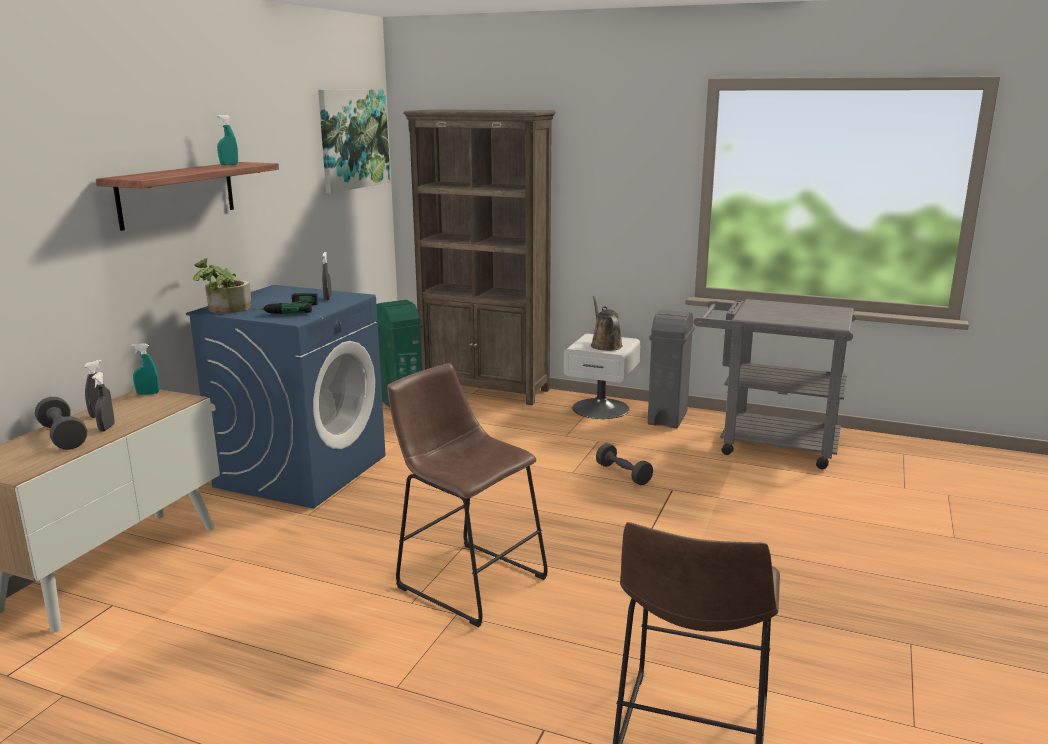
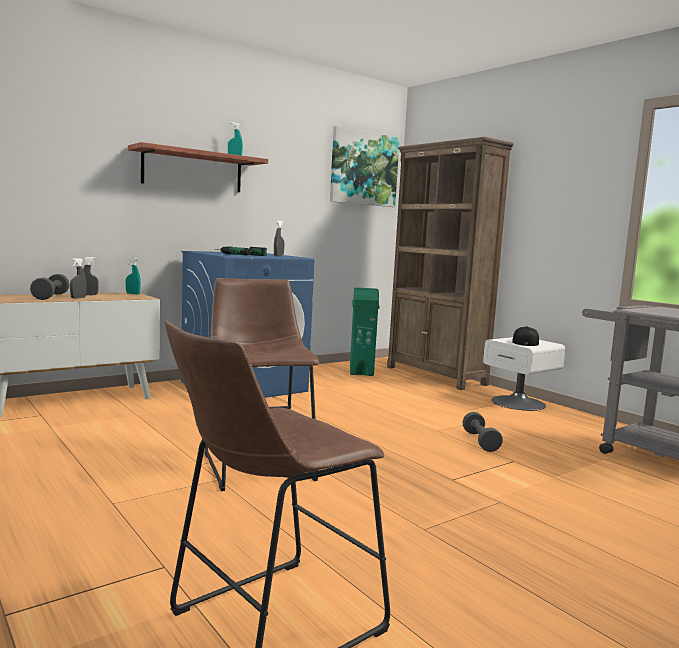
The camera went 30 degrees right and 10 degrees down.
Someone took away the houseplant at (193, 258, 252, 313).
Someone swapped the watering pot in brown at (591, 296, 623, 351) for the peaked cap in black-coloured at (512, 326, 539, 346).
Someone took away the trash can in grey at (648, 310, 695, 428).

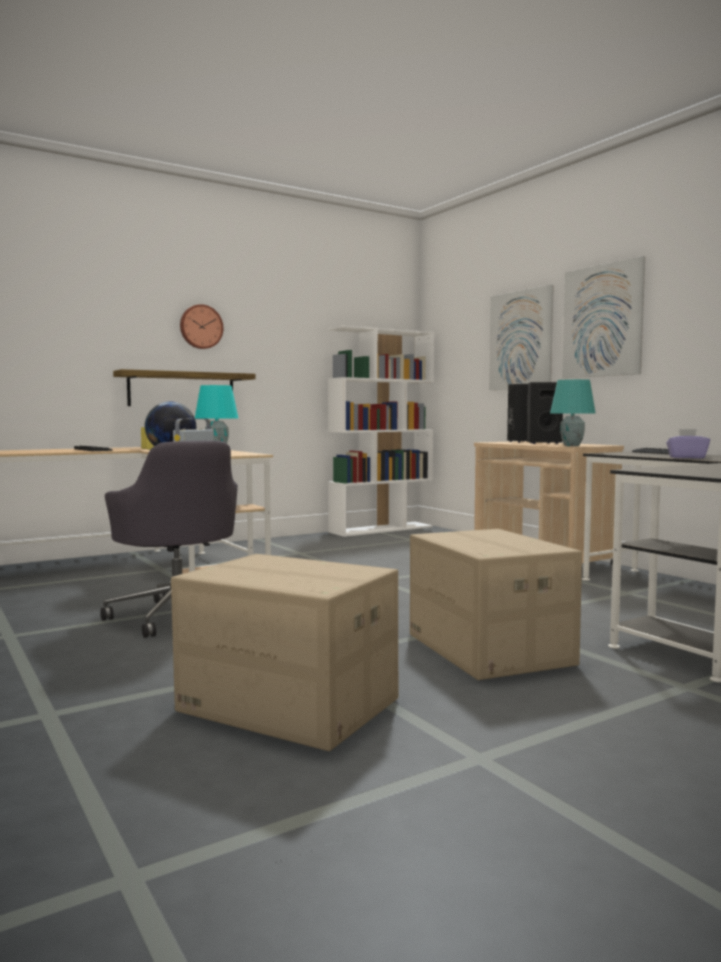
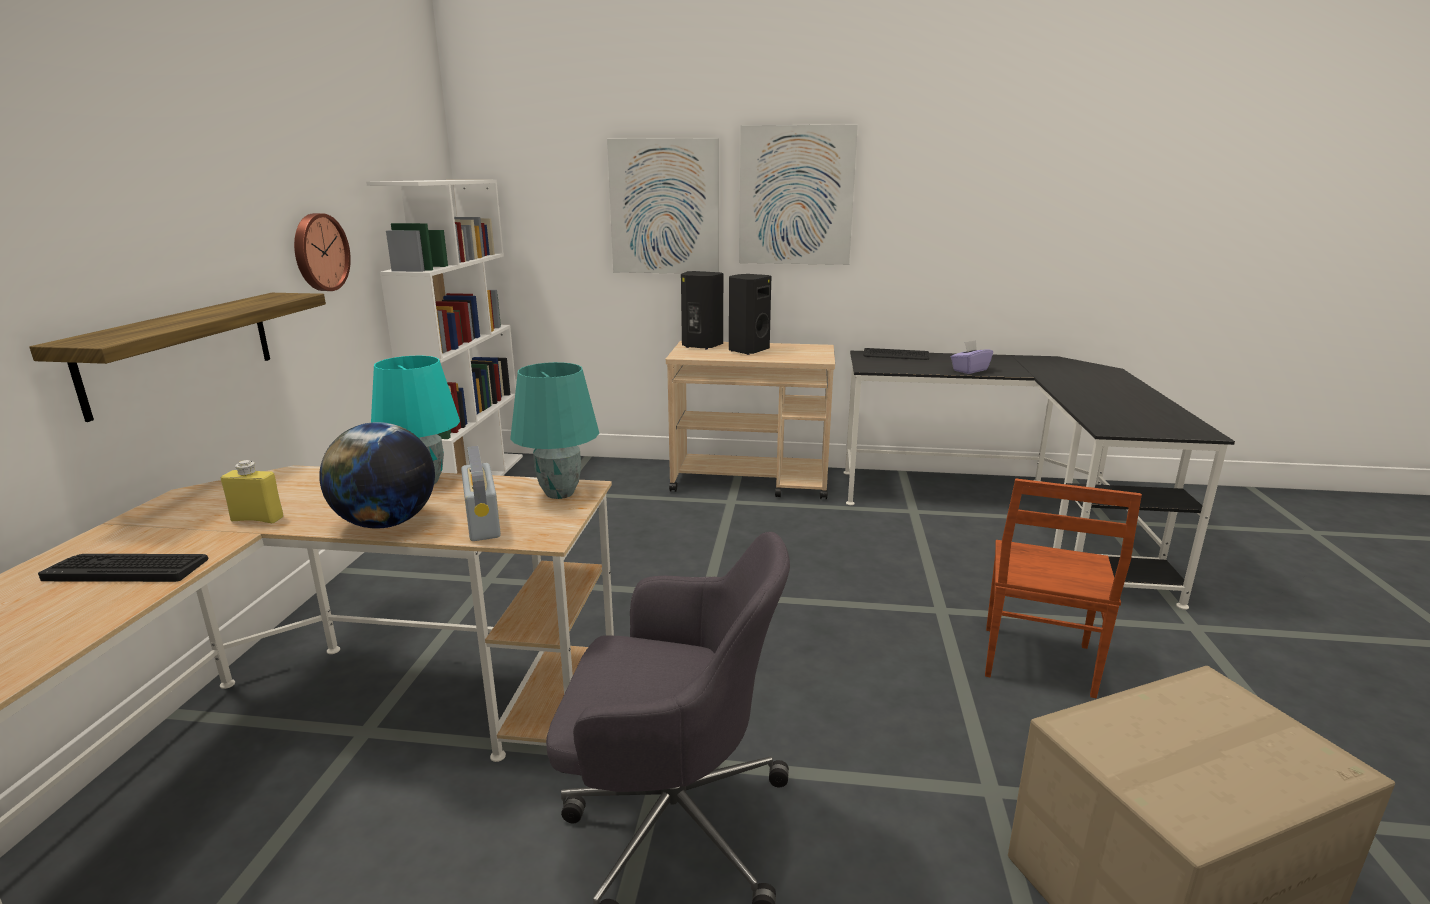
The camera went 50 degrees left and 15 degrees up.
Someone carried the wall clock from (180, 304, 223, 349) to (294, 213, 351, 291).
Someone carried the table lamp in blue-green from (550, 379, 596, 446) to (510, 362, 599, 499).
Someone swapped the packing box at (410, 529, 582, 680) for the chair in brown at (985, 479, 1142, 698).

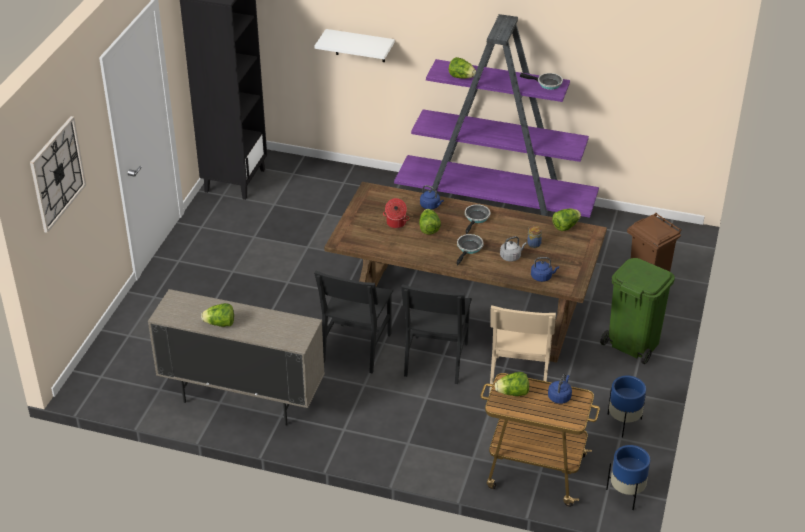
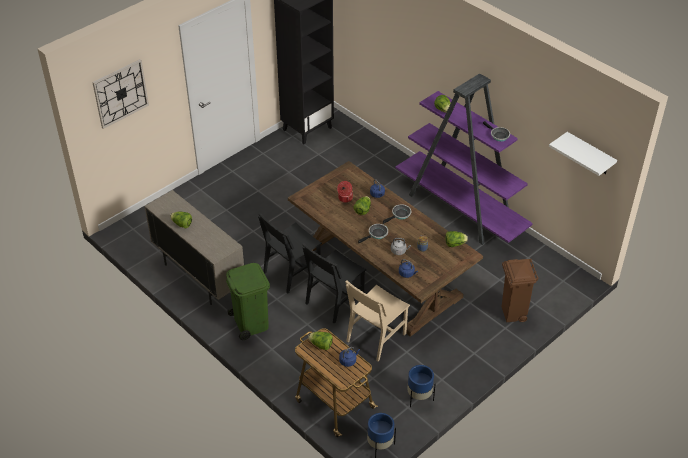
The camera went 30 degrees right and 5 degrees up.
Someone carried the bracket shelf in whitish from (315, 29, 395, 62) to (549, 132, 617, 176).
Someone carried the trash can in green-coloured from (600, 258, 675, 364) to (226, 263, 270, 340).

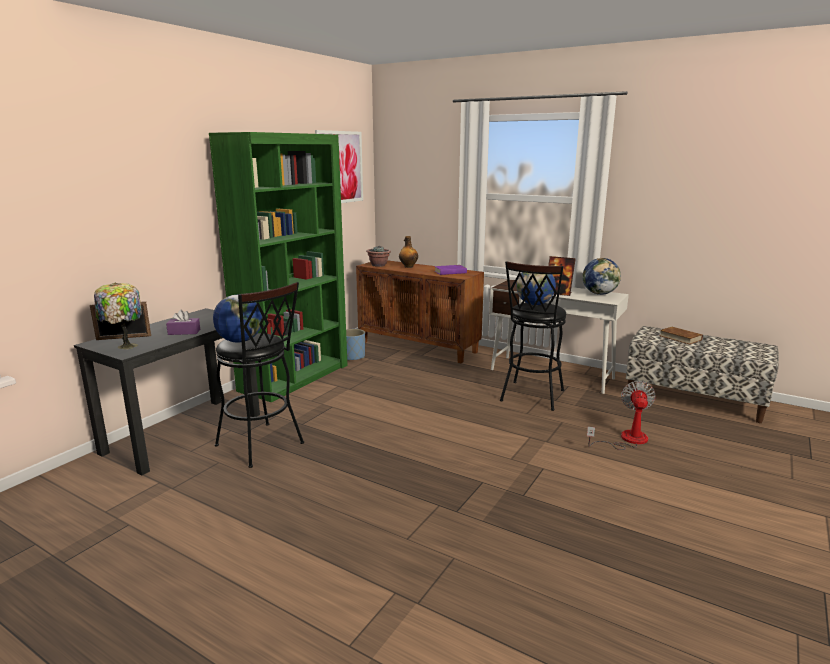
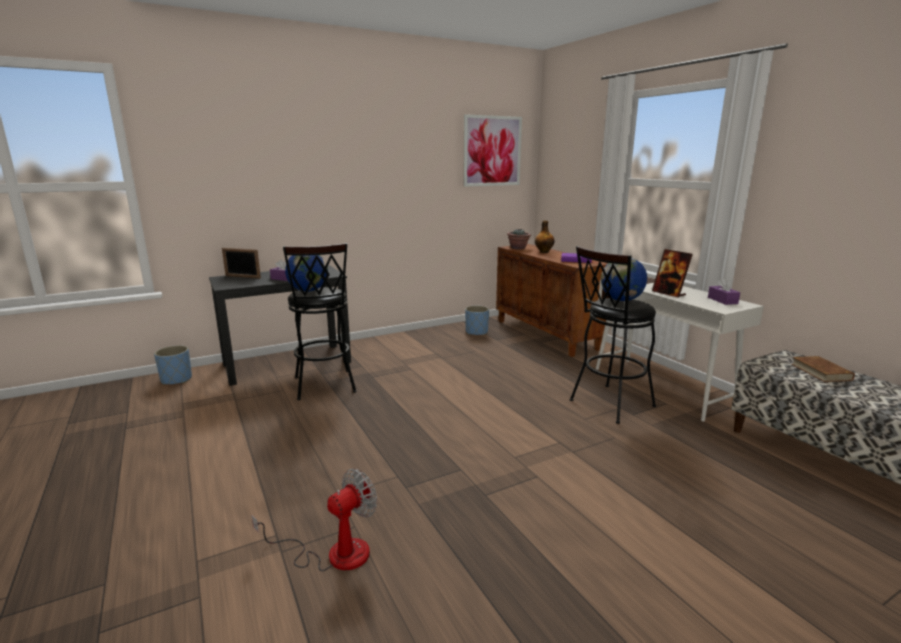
The camera went 30 degrees right and 0 degrees up.
Someone took away the bookcase in green-coloured at (209, 132, 348, 402).
Someone swapped the world globe at (582, 258, 621, 295) for the tissue holder in purple-coloured at (708, 278, 740, 305).
Someone took away the table lamp at (94, 283, 142, 350).
Someone carried the electric fan from (587, 381, 656, 450) to (252, 469, 378, 571).
Someone put down the planter in blue at (154, 345, 192, 385).

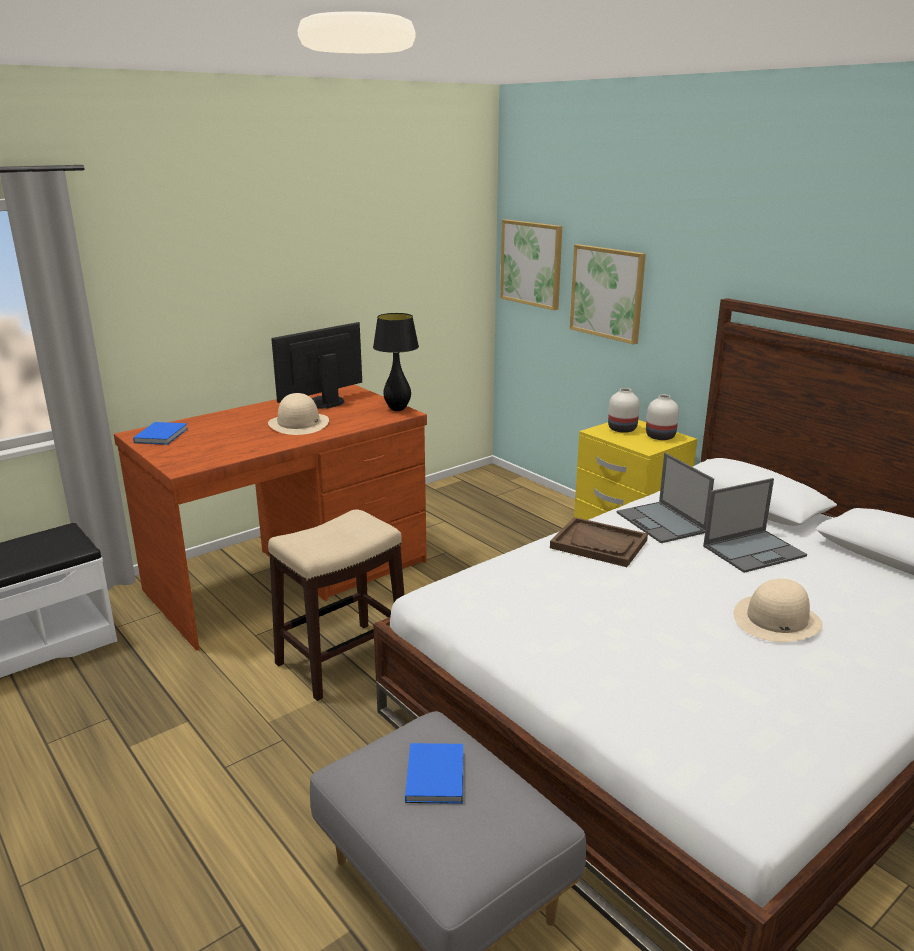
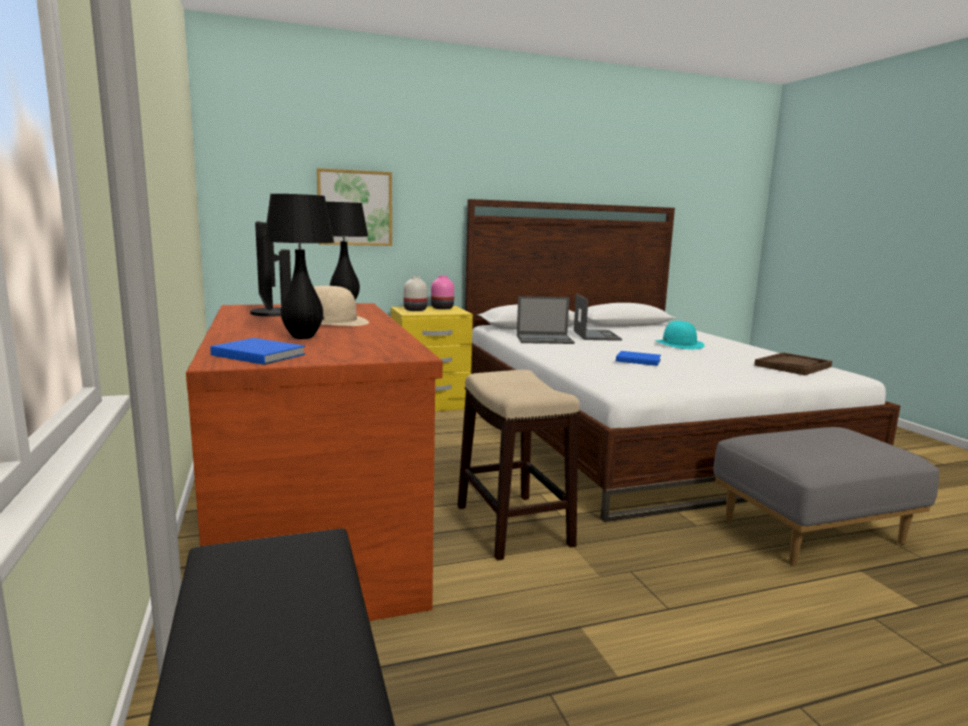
The camera went 70 degrees left and 10 degrees down.
Someone took away the wall art at (500, 219, 562, 310).
Someone repainted the decorative vase in whitish at (646, 395, 679, 440), which became the decorative vase in pink-coloured at (431, 276, 454, 309).
Someone carried the carrying tray in brown from (550, 517, 648, 567) to (754, 352, 832, 375).
Someone repainted the hat in beige at (734, 579, 823, 642), which became the hat in blue-green at (655, 321, 705, 349).
Someone carried the bound book in blue from (405, 743, 463, 804) to (616, 351, 661, 366).
Someone put down the table lamp in black-coloured at (264, 194, 334, 339).

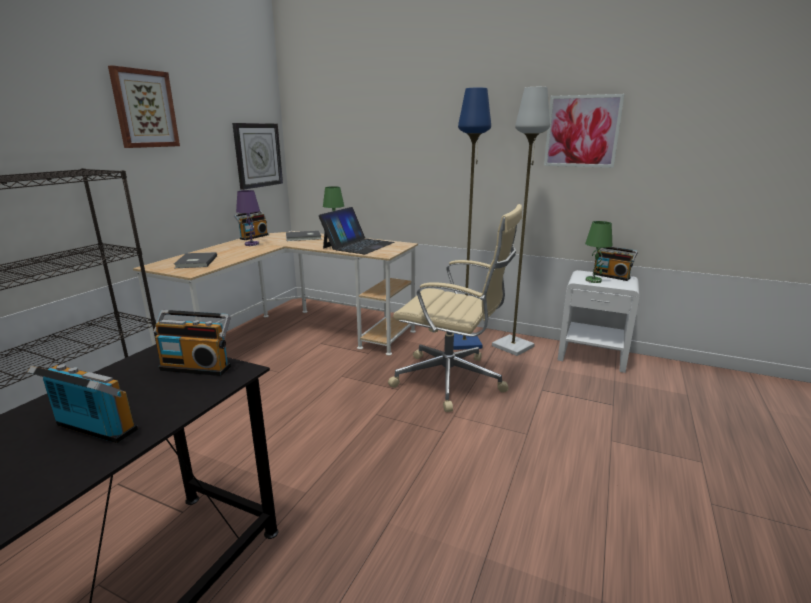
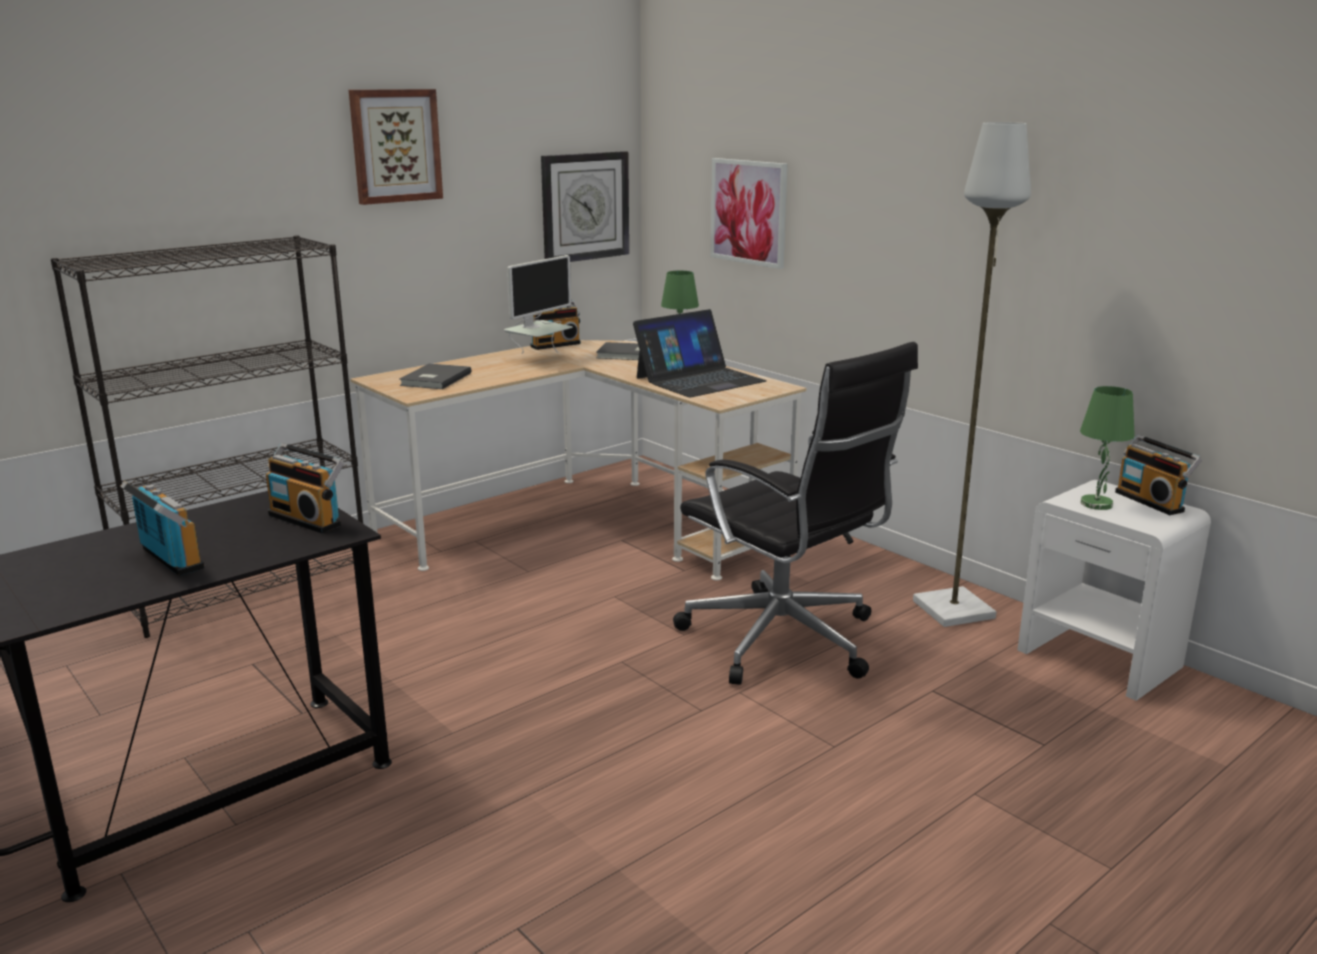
The camera went 25 degrees right and 0 degrees up.
Someone took away the floor lamp in blue at (453, 88, 491, 350).
Someone carried the wall art from (544, 94, 625, 168) to (710, 158, 788, 269).
Someone swapped the table lamp in purple-coloured at (236, 190, 260, 246) for the computer display at (504, 255, 573, 354).
Someone repainted the office chair in beige at (388, 204, 522, 412), which became the office chair in black-coloured at (673, 342, 918, 685).

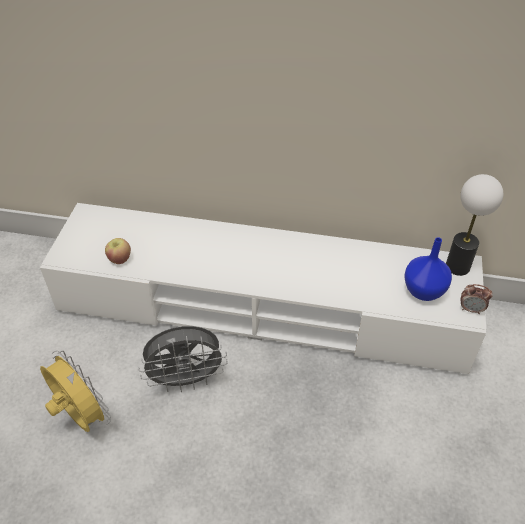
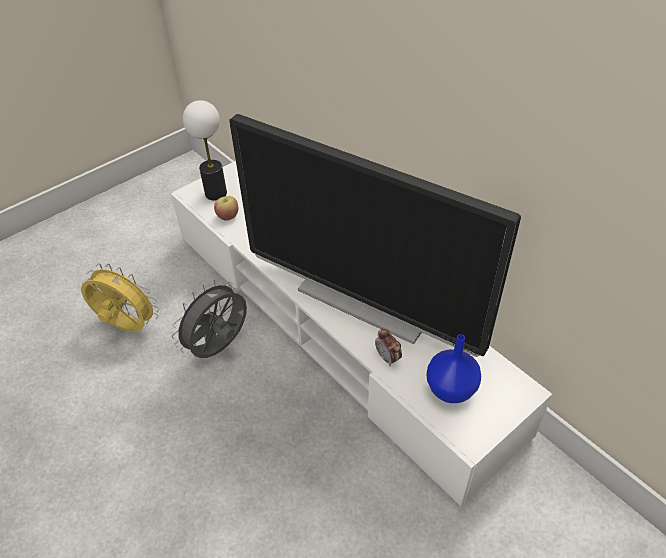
The camera went 40 degrees right and 0 degrees up.
Someone carried the table lamp from (446, 174, 503, 276) to (183, 100, 227, 201).
Someone carried the table clock from (461, 284, 493, 314) to (375, 328, 402, 366).
Someone rotated the electric fan in grey at (138, 326, 228, 392) by 105 degrees clockwise.
Someone rotated the electric fan in yellow at (40, 350, 111, 432) by 60 degrees counterclockwise.
Someone put down the television at (229, 114, 521, 357).

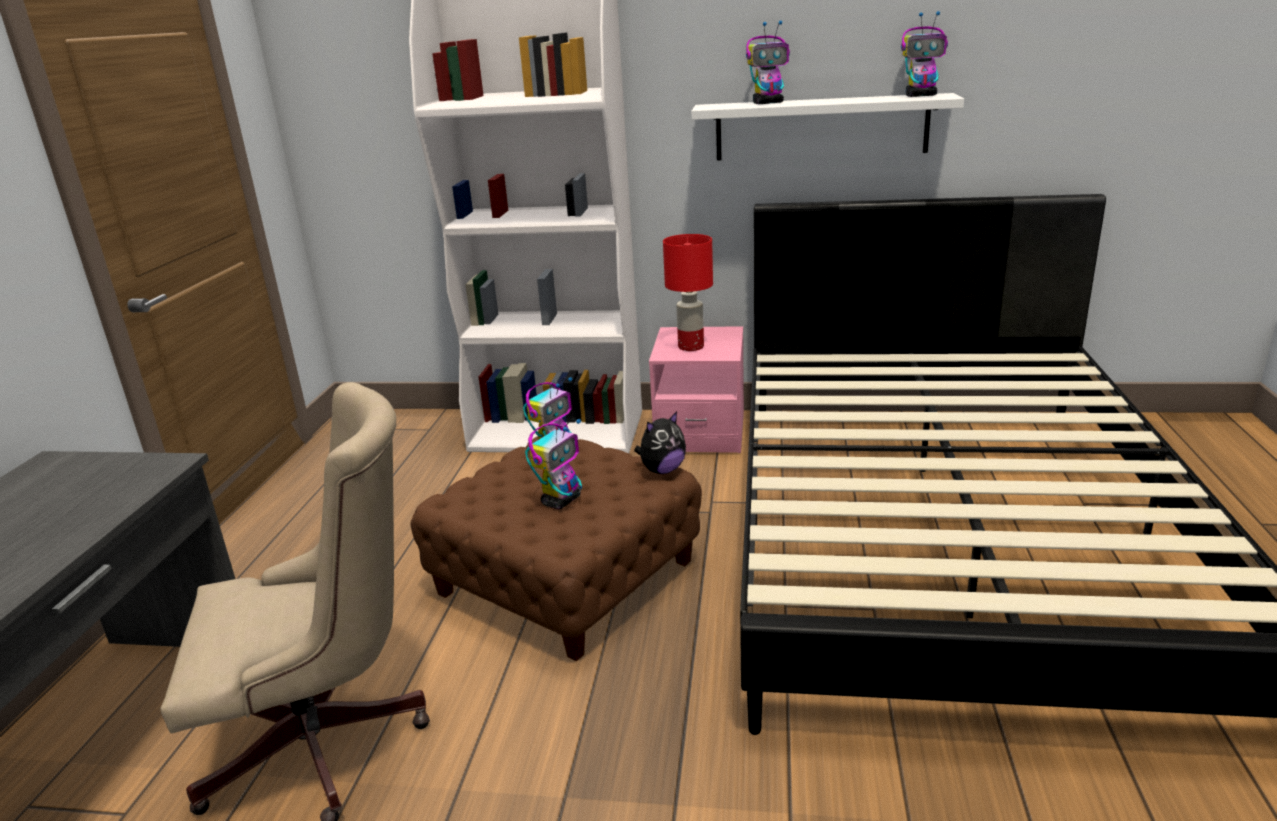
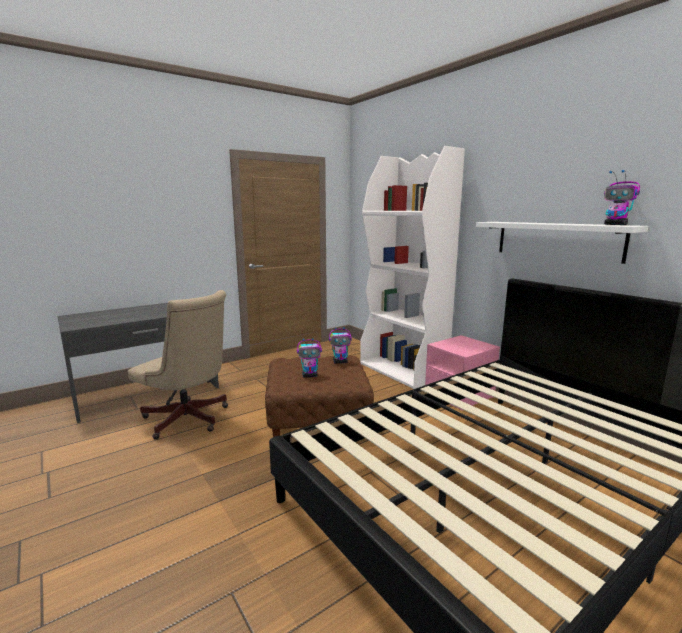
The camera went 45 degrees right and 10 degrees down.
Someone took away the robot figure at (746, 21, 790, 104).
Someone took away the table lamp in red-coloured at (663, 234, 713, 351).
Someone took away the cuddly toy at (634, 411, 686, 474).

